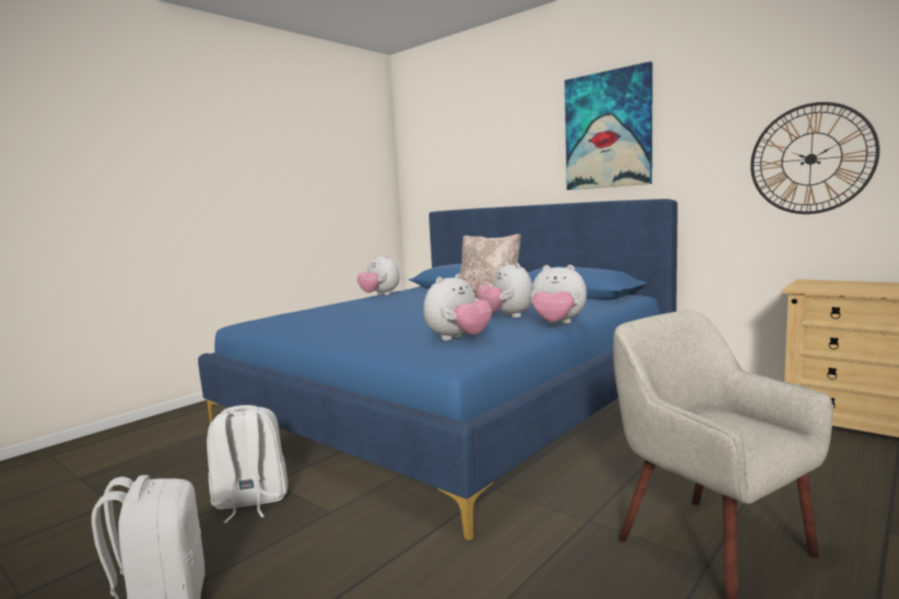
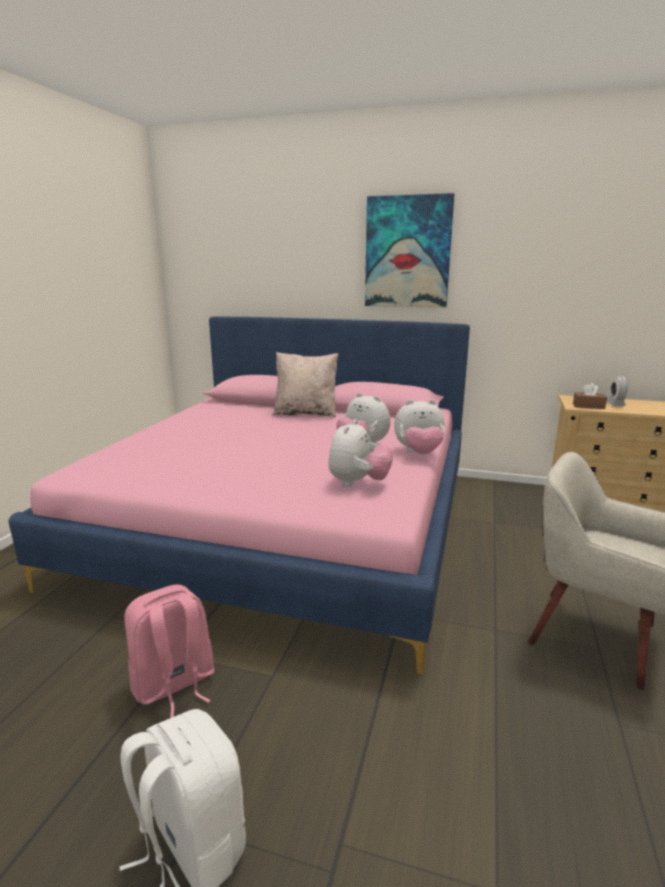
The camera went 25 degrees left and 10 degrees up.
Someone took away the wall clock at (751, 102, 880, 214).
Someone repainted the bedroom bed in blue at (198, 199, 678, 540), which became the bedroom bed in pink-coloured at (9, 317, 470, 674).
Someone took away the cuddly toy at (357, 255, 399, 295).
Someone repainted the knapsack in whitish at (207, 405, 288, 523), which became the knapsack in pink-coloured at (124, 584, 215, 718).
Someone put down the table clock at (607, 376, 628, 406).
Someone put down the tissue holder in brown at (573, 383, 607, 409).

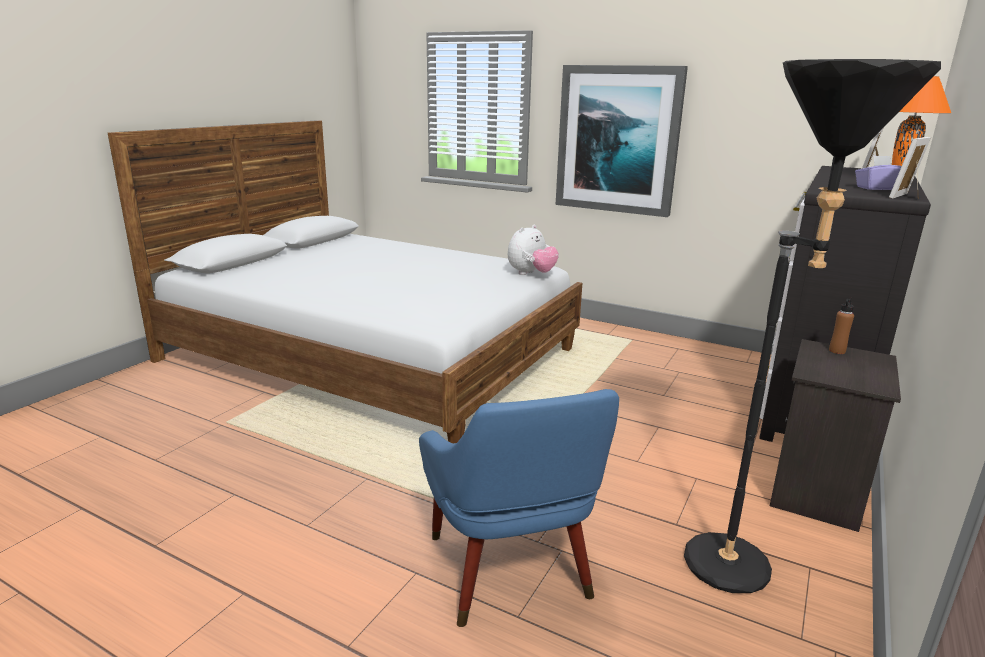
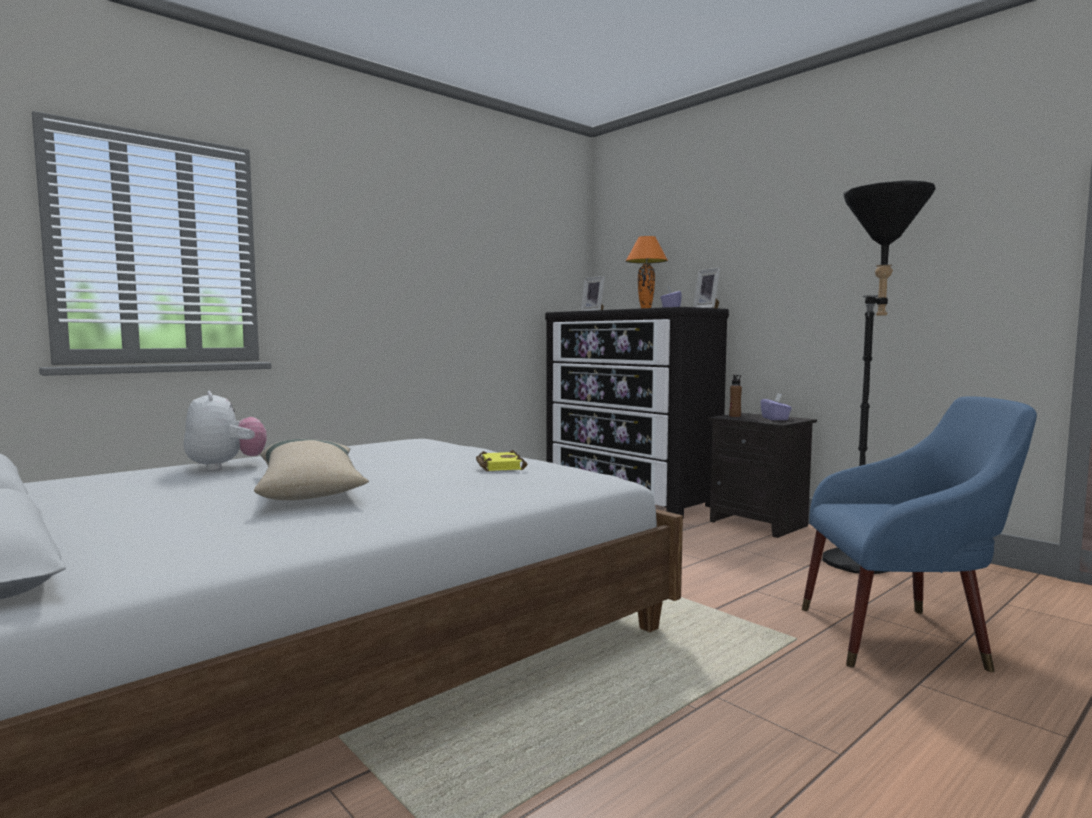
The camera went 70 degrees left and 15 degrees down.
Someone took away the wall art at (555, 65, 688, 217).
Someone carried the cuddly toy from (508, 225, 559, 275) to (184, 391, 267, 471).
Someone put down the tissue holder in purple-coloured at (760, 394, 792, 420).
Someone put down the throw pillow in beige at (254, 439, 369, 500).
Someone put down the bound book in yellow at (476, 450, 528, 472).

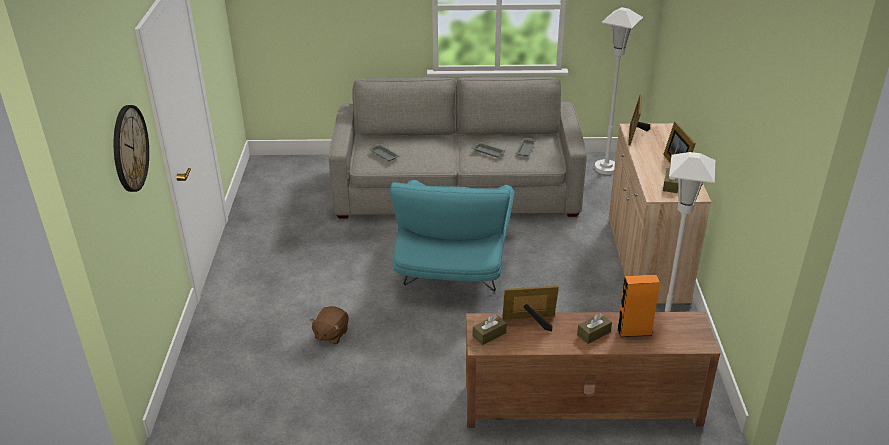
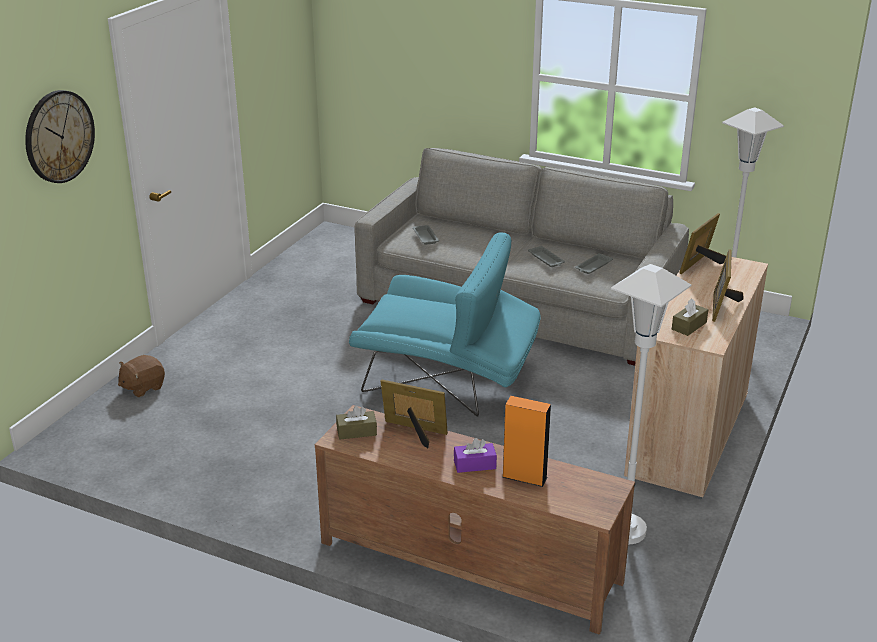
The camera went 25 degrees right and 5 degrees down.
Someone rotated the armchair in blue-green at (390, 179, 514, 292) by 105 degrees counterclockwise.
Someone carried the cuddly toy in brown from (310, 306, 349, 345) to (118, 355, 165, 397).
Someone repainted the tissue holder in brown at (577, 313, 612, 344), which became the tissue holder in purple-coloured at (454, 438, 497, 473).

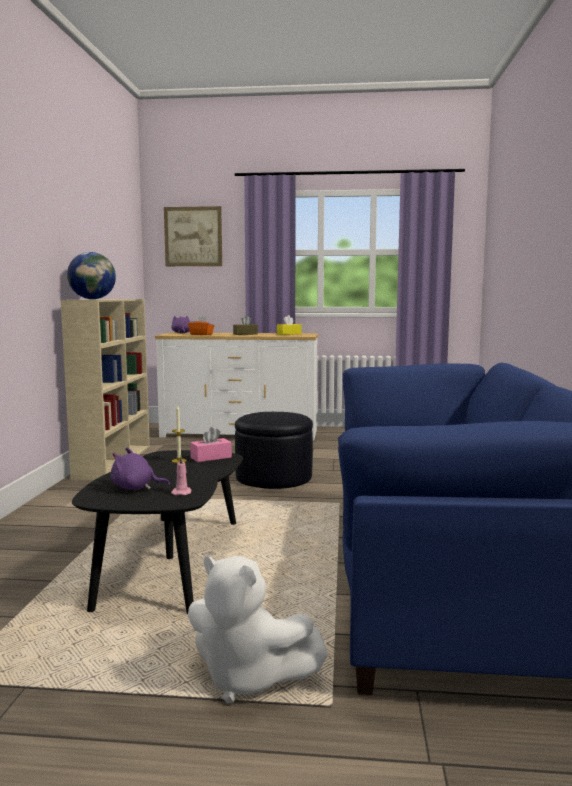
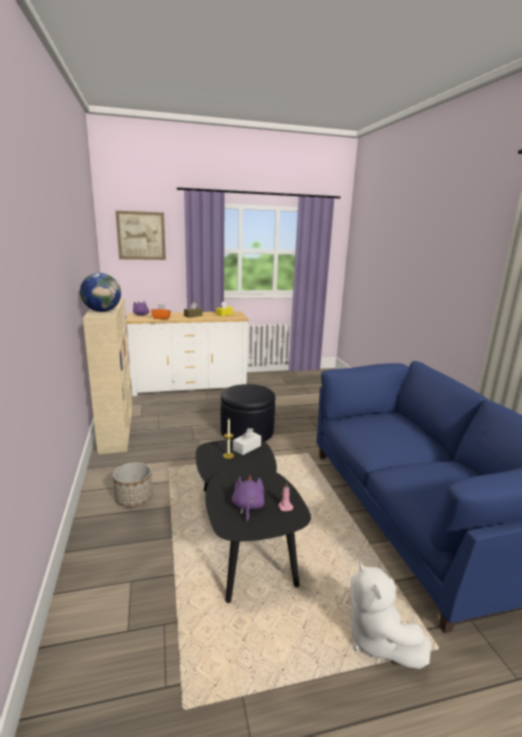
The camera went 20 degrees left and 10 degrees up.
Someone repainted the tissue holder in pink-coloured at (190, 427, 232, 462), which became the tissue holder in whitish at (233, 428, 261, 455).
Someone rotated the cuddly toy in purple-coloured at (110, 447, 170, 490) by 105 degrees clockwise.
Someone rotated the cuddly toy in whitish at (188, 556, 328, 703) by 60 degrees clockwise.
Someone put down the planter at (113, 462, 153, 507).

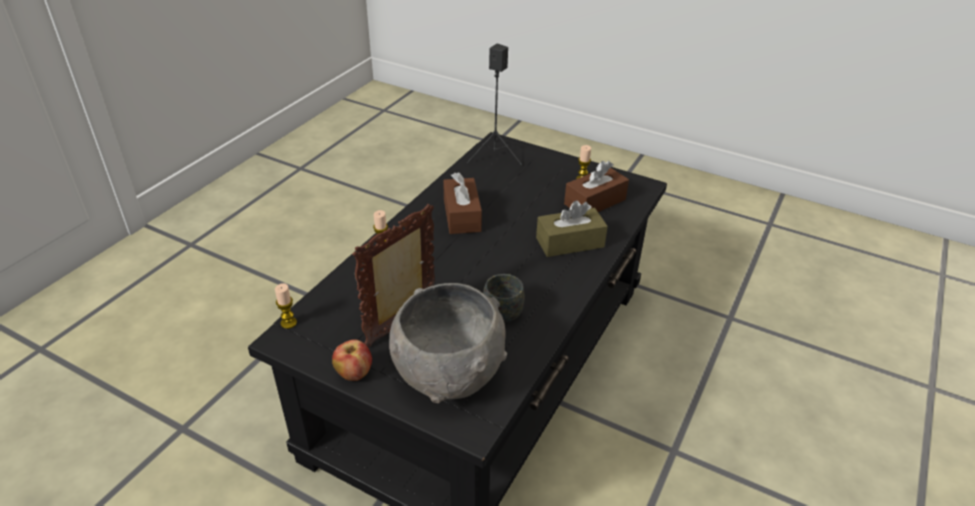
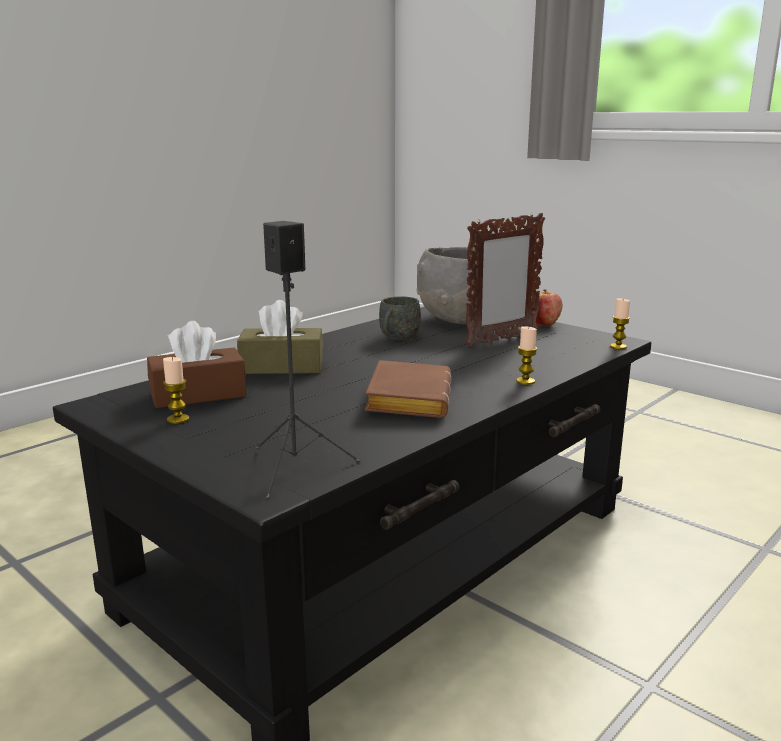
The camera went 165 degrees left and 20 degrees down.
Someone swapped the tissue holder in brown at (443, 172, 482, 234) for the bound book in brown at (365, 360, 451, 418).

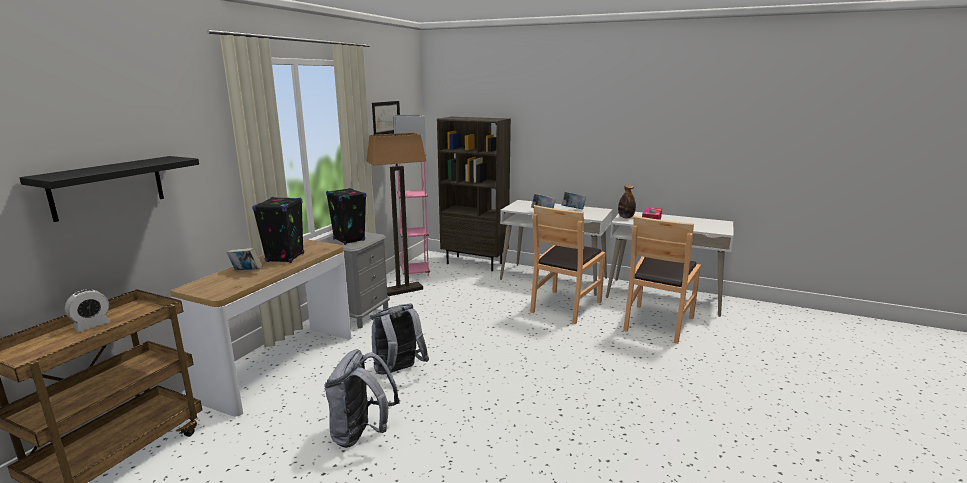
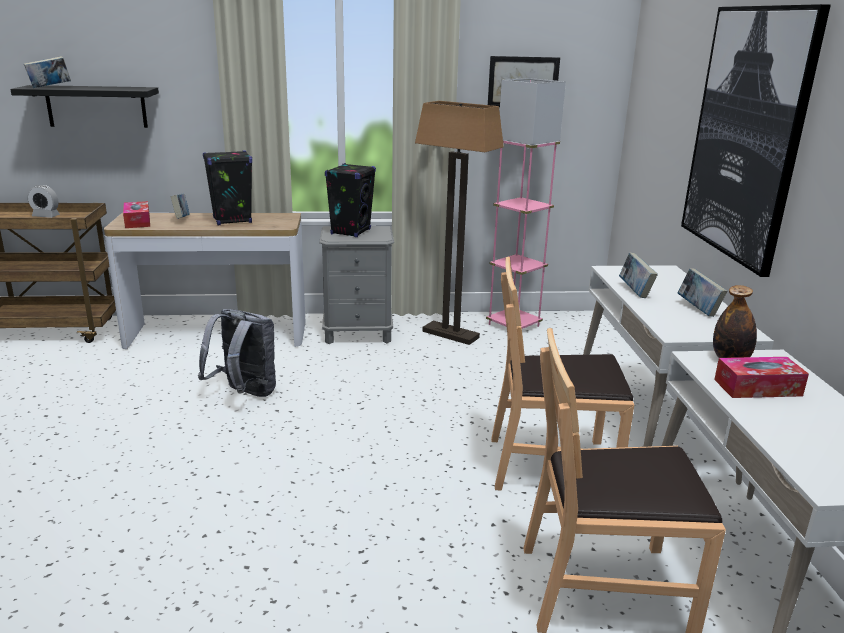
The camera went 60 degrees right and 5 degrees up.
Someone took away the bookcase in brown at (437, 117, 511, 271).
Someone took away the knapsack in grey at (324, 349, 400, 448).
Someone put up the wall art at (681, 4, 831, 277).
Someone put down the bound book at (24, 56, 71, 88).
Someone put down the tissue holder at (123, 201, 150, 228).

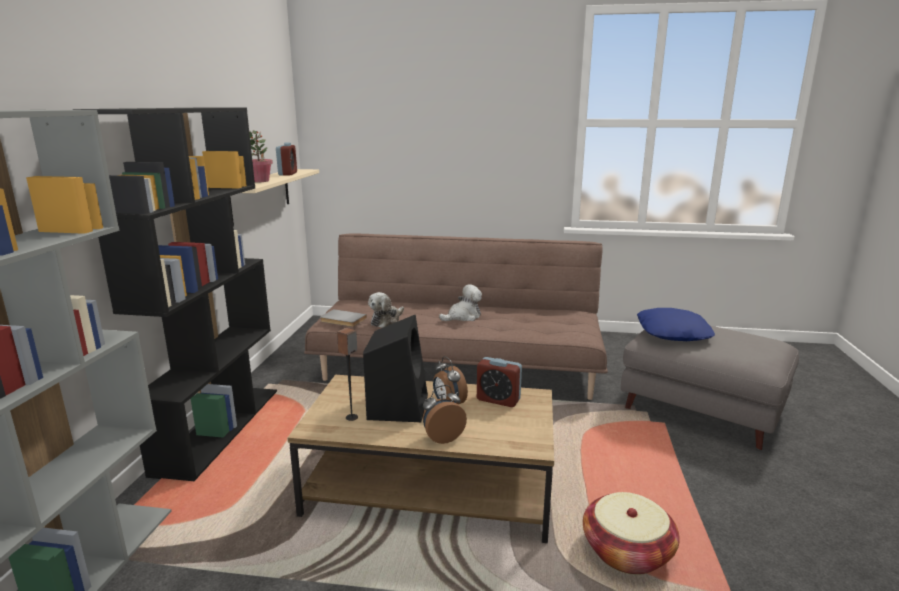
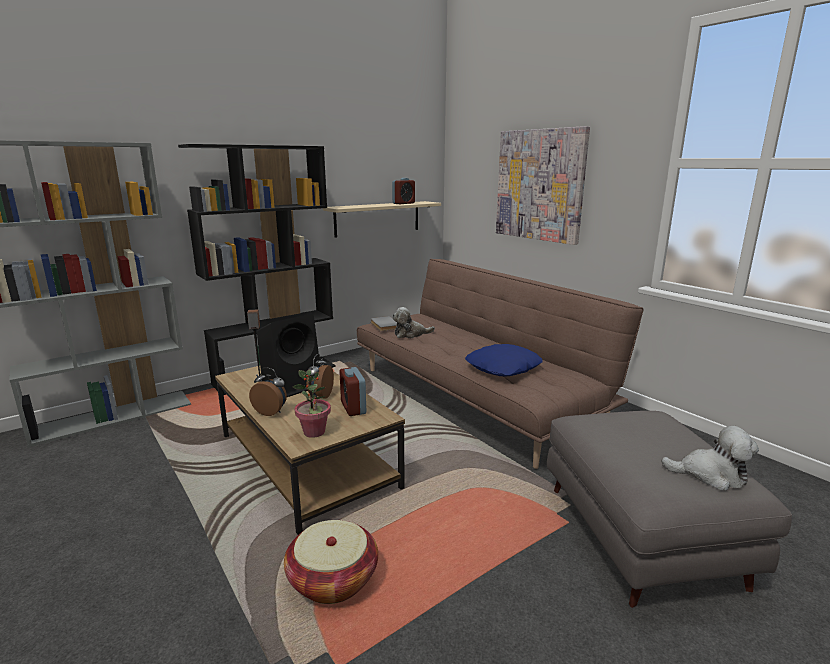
The camera went 45 degrees right and 0 degrees up.
Someone carried the houseplant from (249, 130, 273, 182) to (293, 370, 331, 438).
Someone carried the cuddly toy from (439, 284, 482, 321) to (661, 426, 759, 491).
Someone carried the throw pillow in blue from (637, 308, 715, 341) to (465, 344, 543, 376).
Someone put up the wall art at (496, 126, 590, 245).

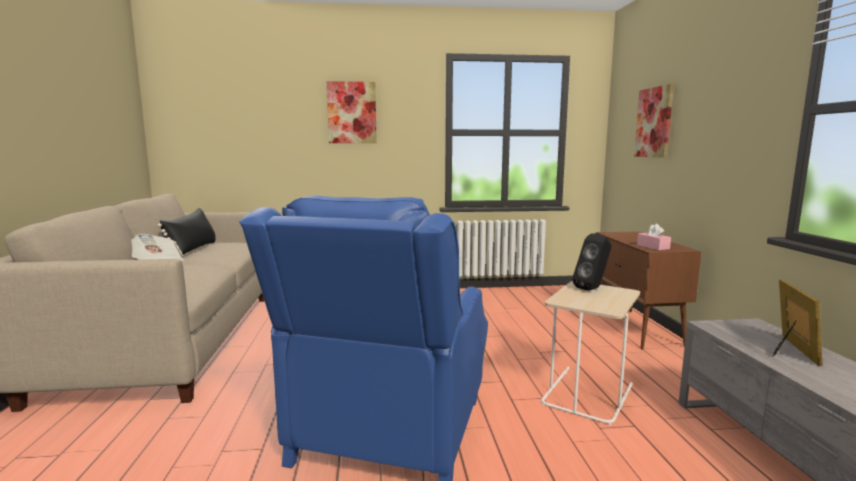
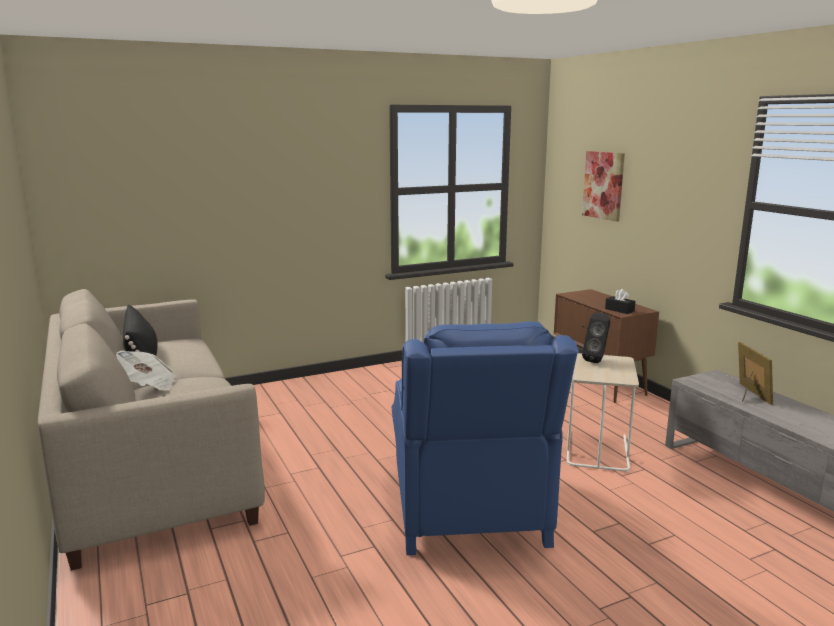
The camera went 20 degrees left and 5 degrees up.
Someone took away the wall art at (327, 81, 377, 143).
Someone repainted the tissue holder in pink-coloured at (637, 224, 671, 250), which became the tissue holder in black-coloured at (605, 289, 635, 314).

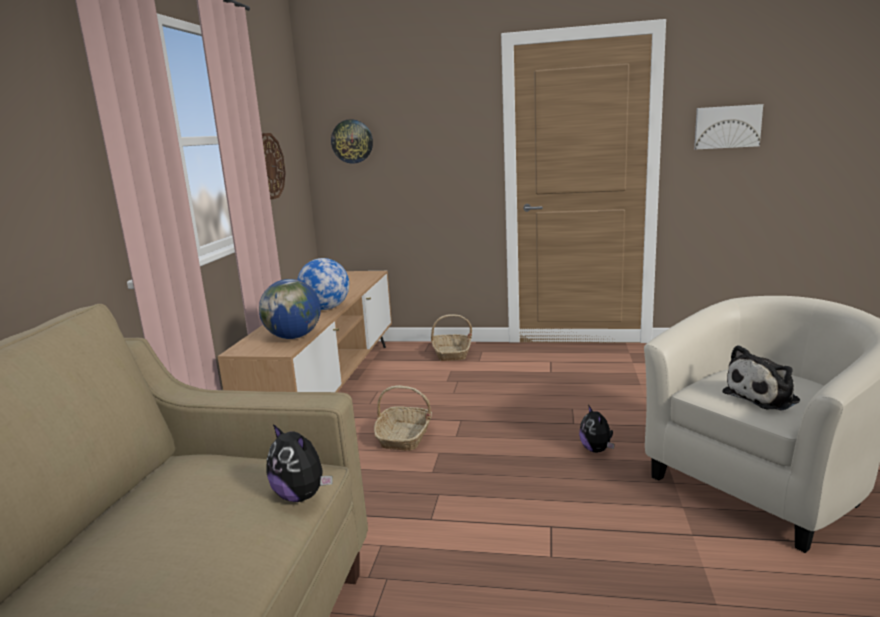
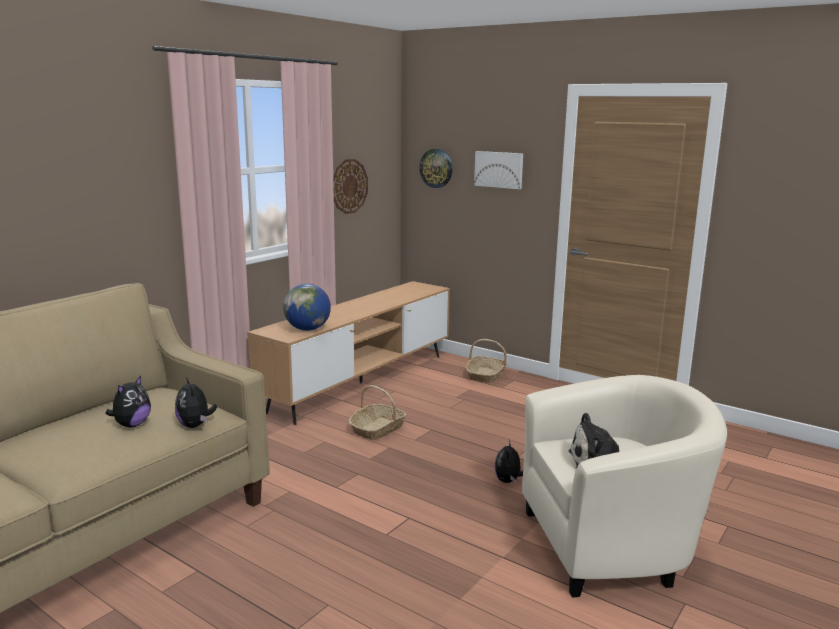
The camera went 25 degrees right and 0 degrees up.
Someone carried the wall art from (694, 104, 763, 150) to (474, 151, 523, 189).
Someone took away the world globe at (297, 258, 349, 310).
Someone put down the cuddly toy at (105, 376, 151, 427).

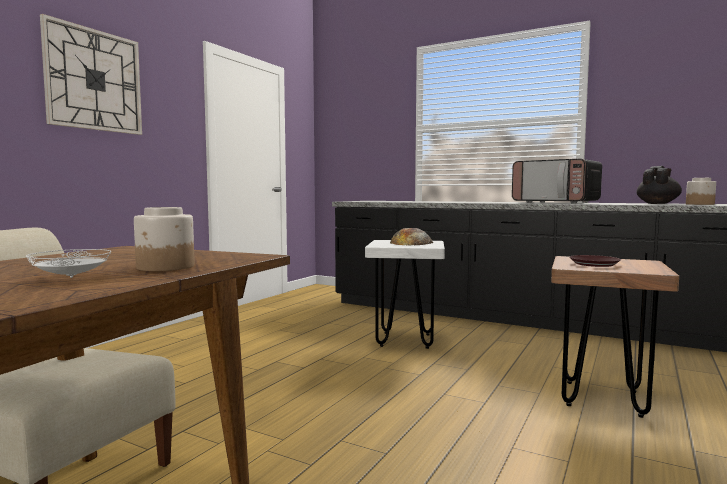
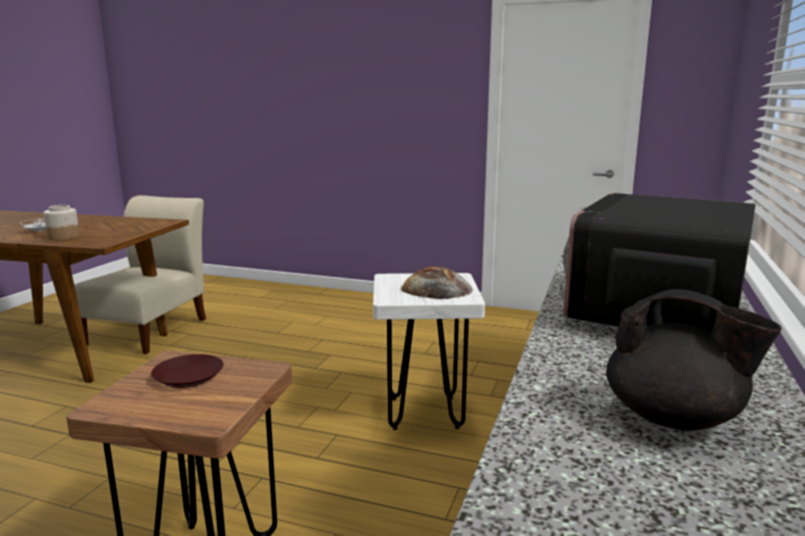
The camera went 80 degrees right and 10 degrees up.
Someone took away the wall clock at (40, 14, 142, 135).
Someone took away the storage jar at (686, 178, 716, 205).

